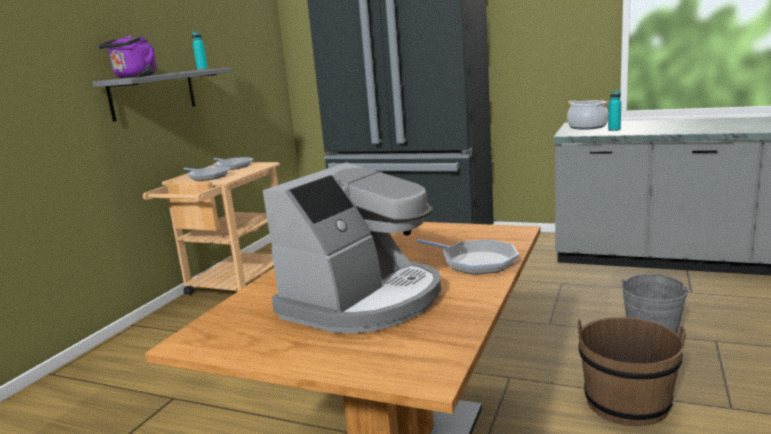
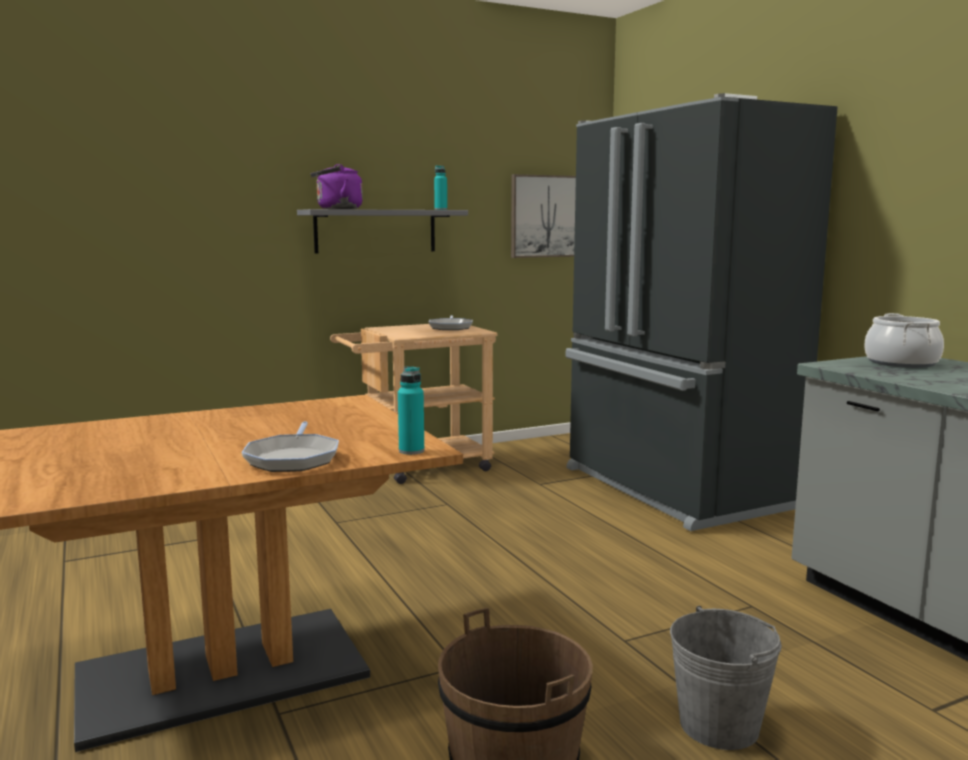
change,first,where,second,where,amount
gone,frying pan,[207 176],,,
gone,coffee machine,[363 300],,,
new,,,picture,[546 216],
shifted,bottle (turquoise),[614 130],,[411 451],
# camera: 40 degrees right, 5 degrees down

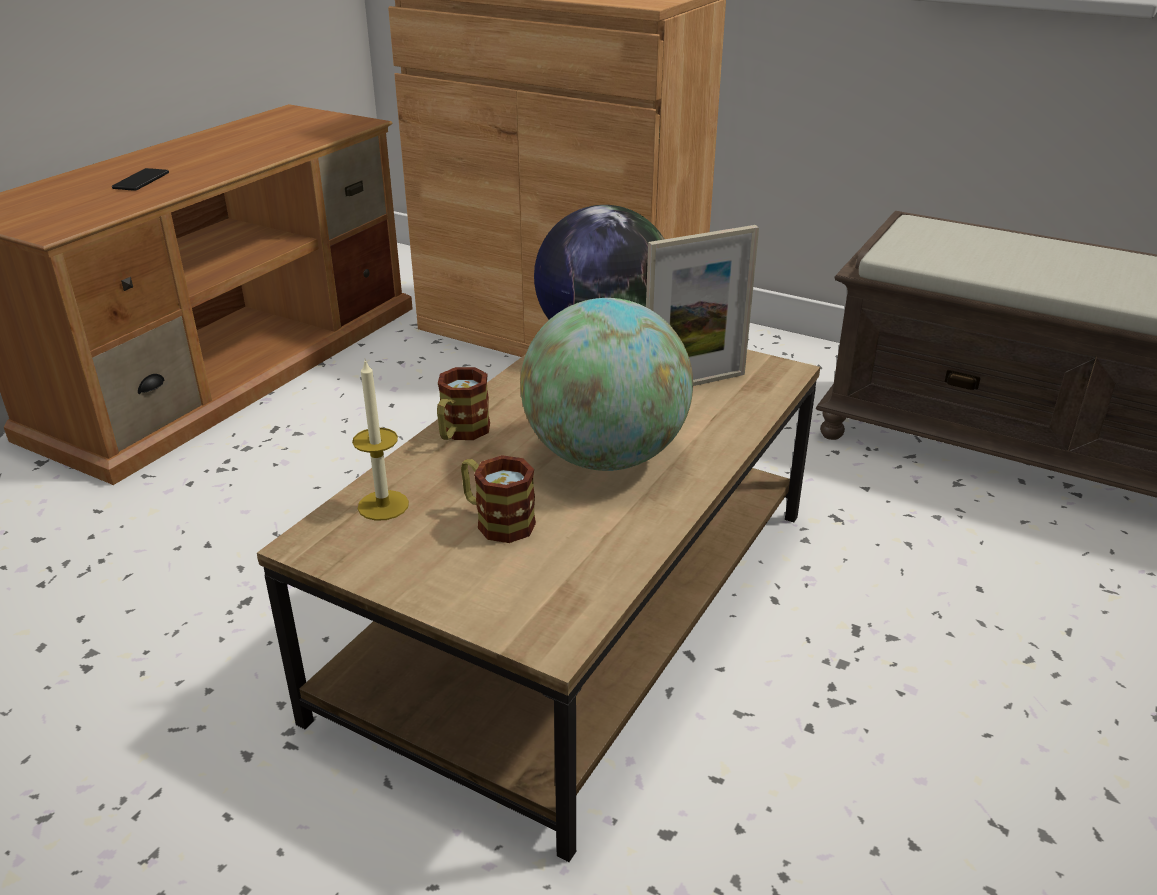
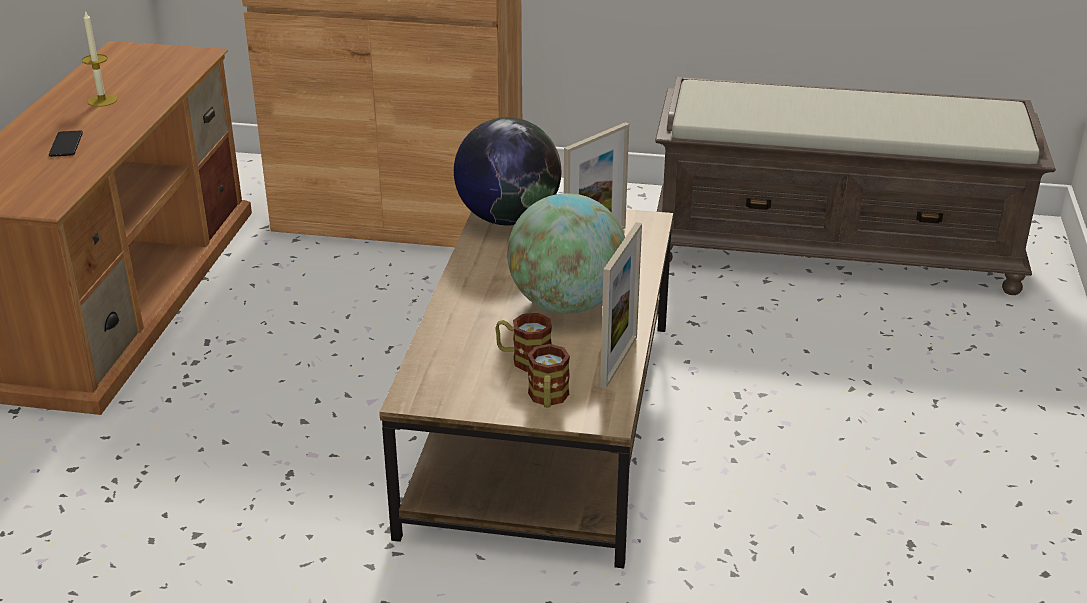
change,first,where,second,where,amount
new,,,picture frame,[619 361],
shifted,candle,[383 505],,[102 100],
shifted,mug,[460 433],,[548 399],
# camera: 20 degrees left, 0 degrees up

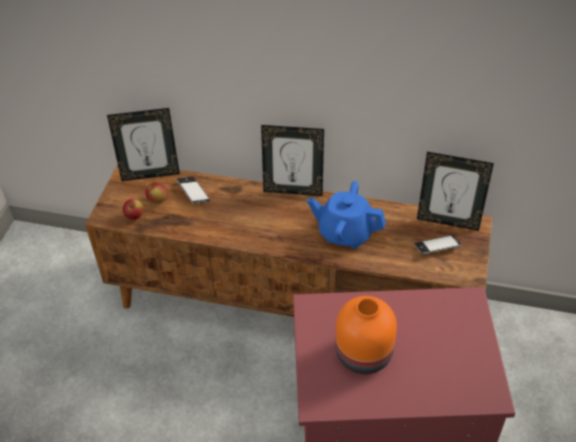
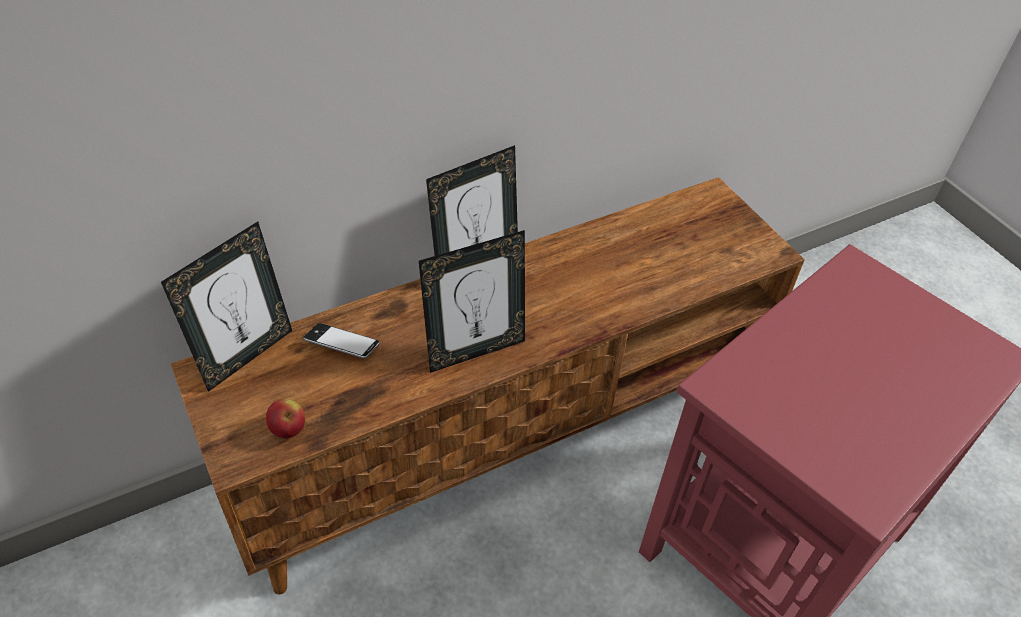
change,first,where,second,where,amount
gone,apple,[158 200],,,
gone,teapot (blue),[345 233],,,
gone,vase (orange),[364 356],,,
gone,phone,[437 247],,,
shifted,picture frame,[448 221],,[475 350],
# camera: 45 degrees left, 0 degrees up

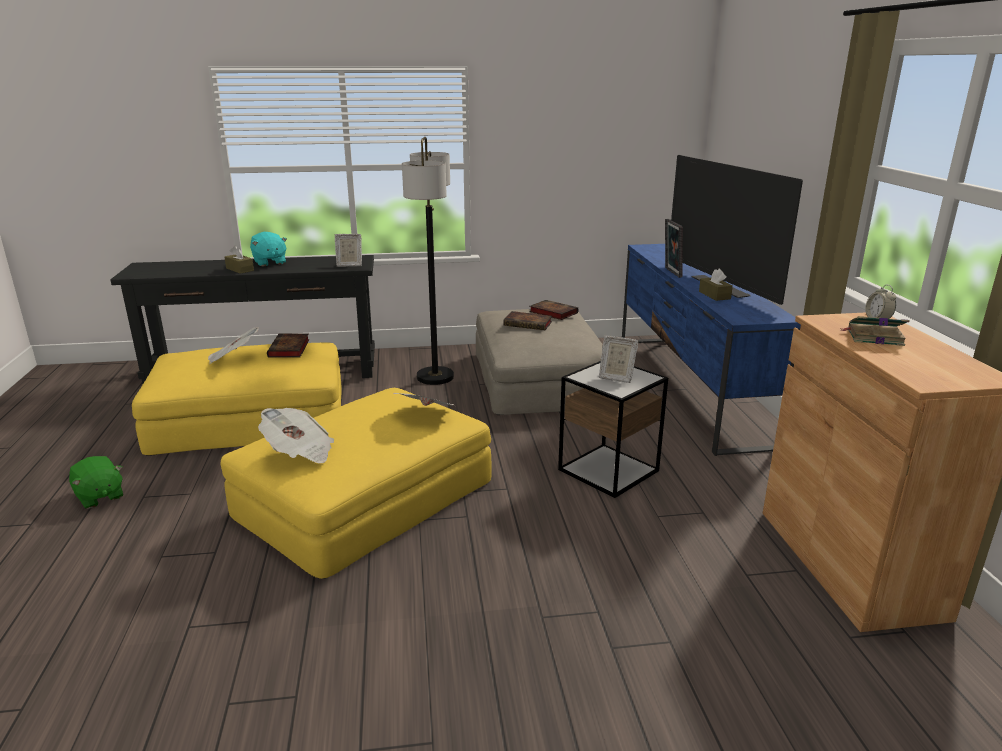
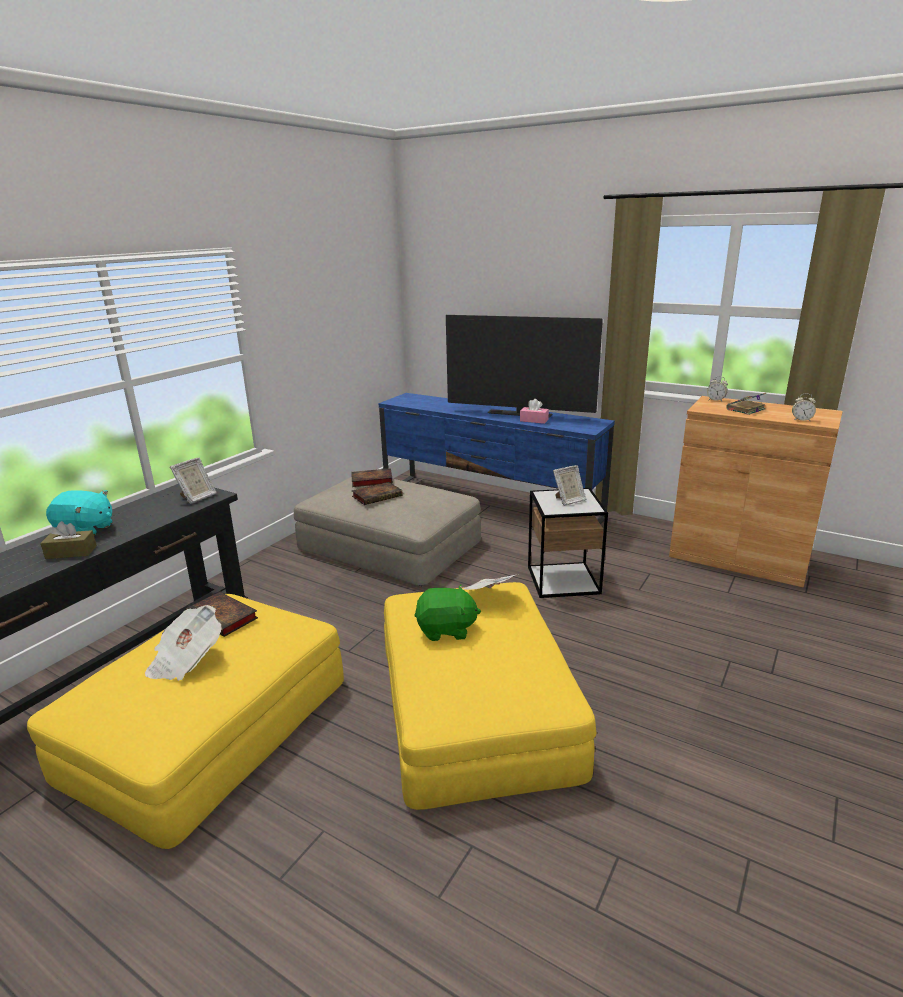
change,first,where,second,where,amount
gone,newspaper,[299 452],,,
gone,floor lamp,[435 377],,,
gone,picture frame,[671 272],,,
new,,,alarm clock,[801 420],
shifted,plush toy (green),[99 497],,[446 630],
repainted,tissue box (brown),[714 295],tissue box (pink),[534 420],
# camera: 50 degrees left, 0 degrees up

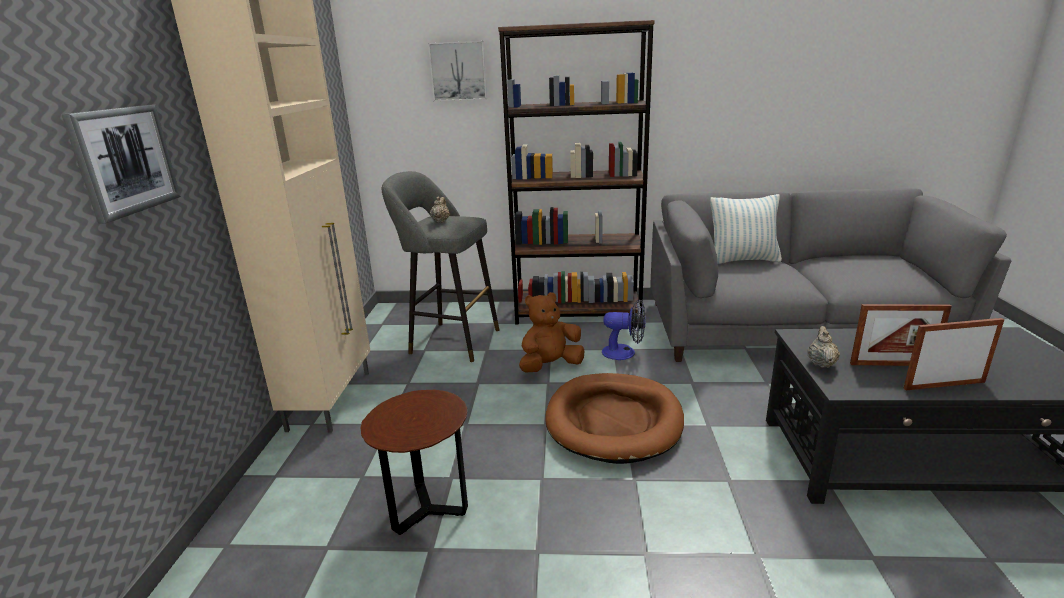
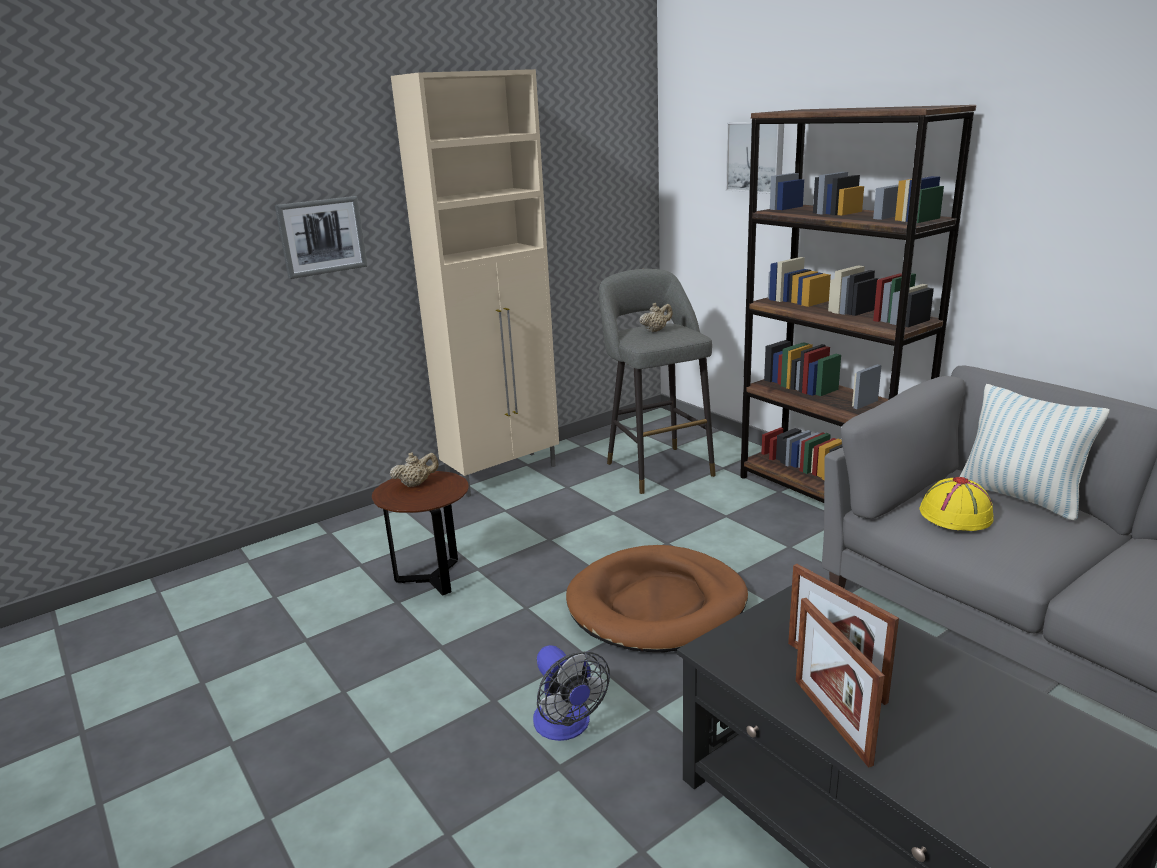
change,first,where,second,where,amount
gone,plush toy (brown),[550 366],,,
new,,,hat (yellow),[956 515],
shifted,fan,[624 353],,[566 726],
shifted,teapot (beige),[821 363],,[416 484],
rotated,picture frame,[944 385],,[831 720],150 degrees counterclockwise
# camera: 50 degrees right, 0 degrees up

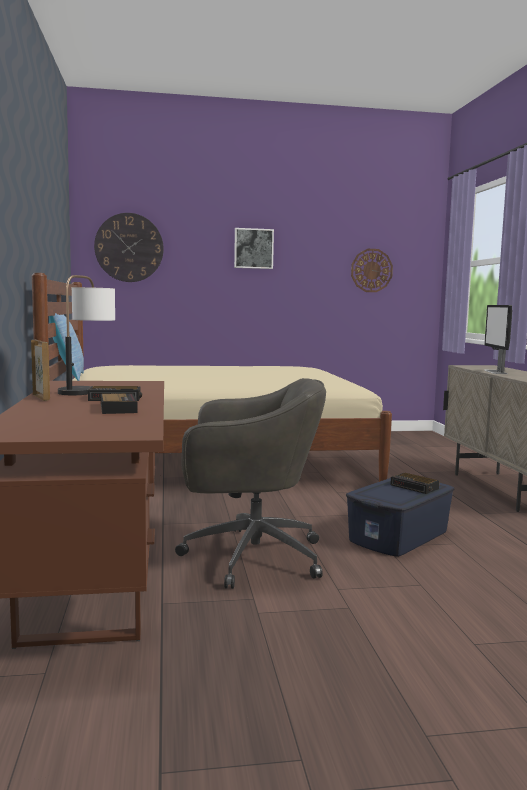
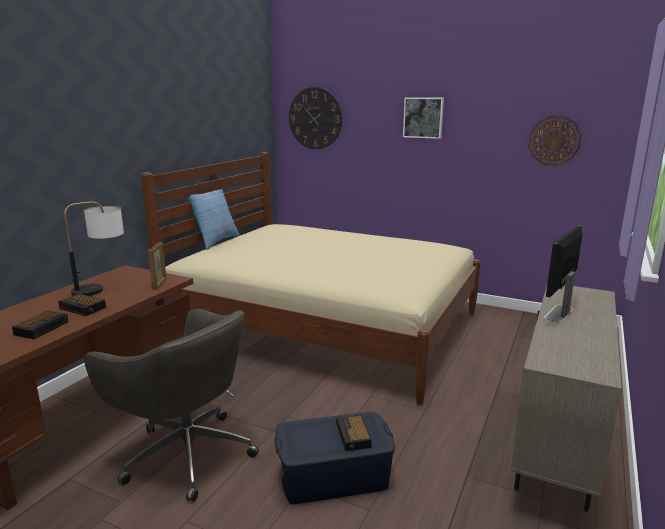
change,first,where,second,where,amount
shifted,picture frame,[41 397],,[159 284],
# camera: 35 degrees right, 10 degrees up

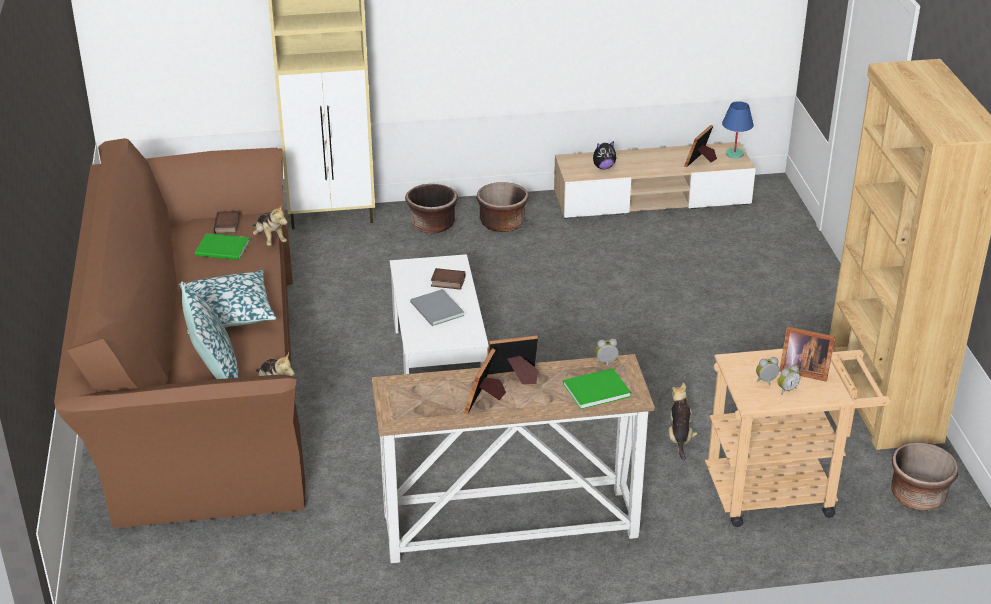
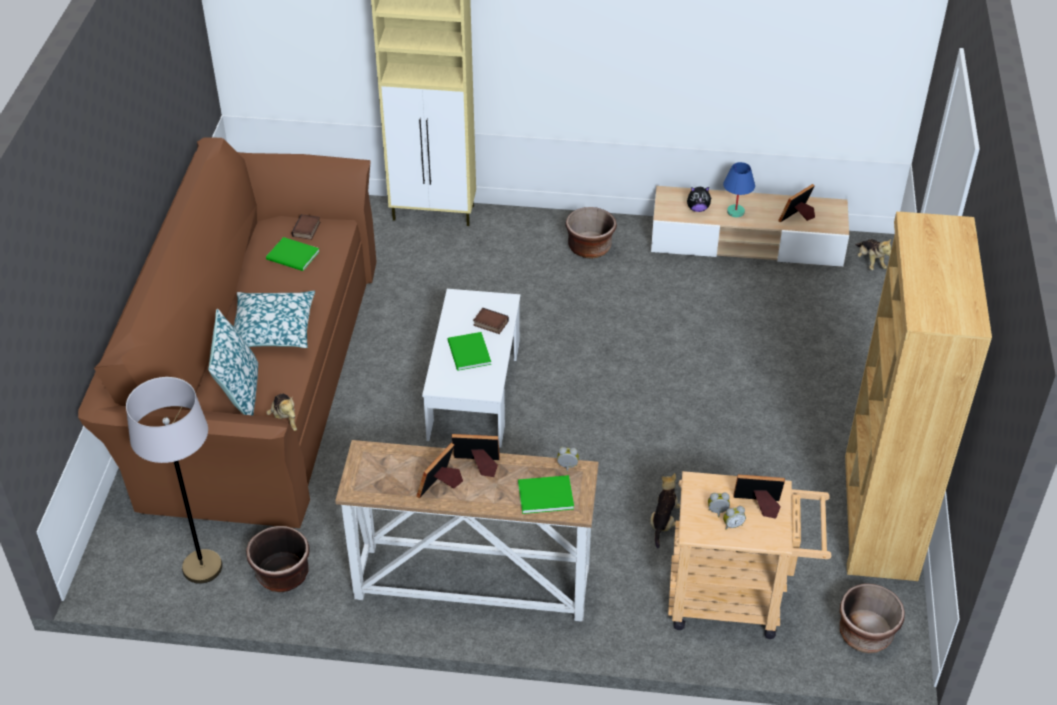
change,first,where,second,where,amount
new,,,floor lamp (grey),[202 567],
shifted,plush toy,[270 239],,[870 262],
shifted,planter (brown),[432 225],,[282 574],
shifted,table lamp (blue),[734 154],,[735 211],
repainted,book (grey),[436 310],book (green),[468 353],
rotated,picture frame,[802 370],,[758 505],150 degrees clockwise
# camera: 15 degrees right, 10 degrees up

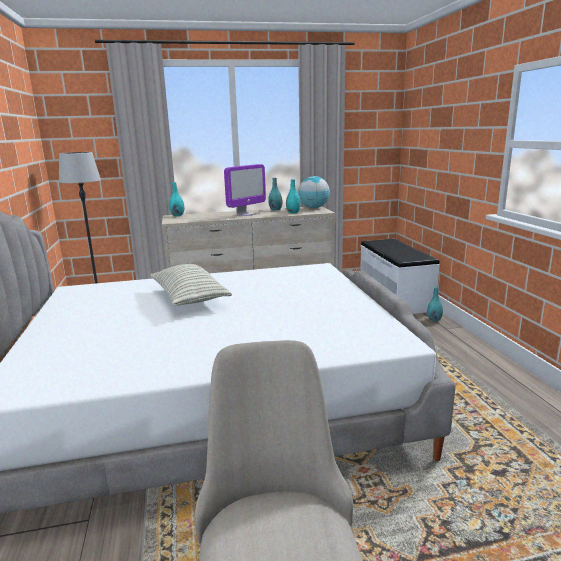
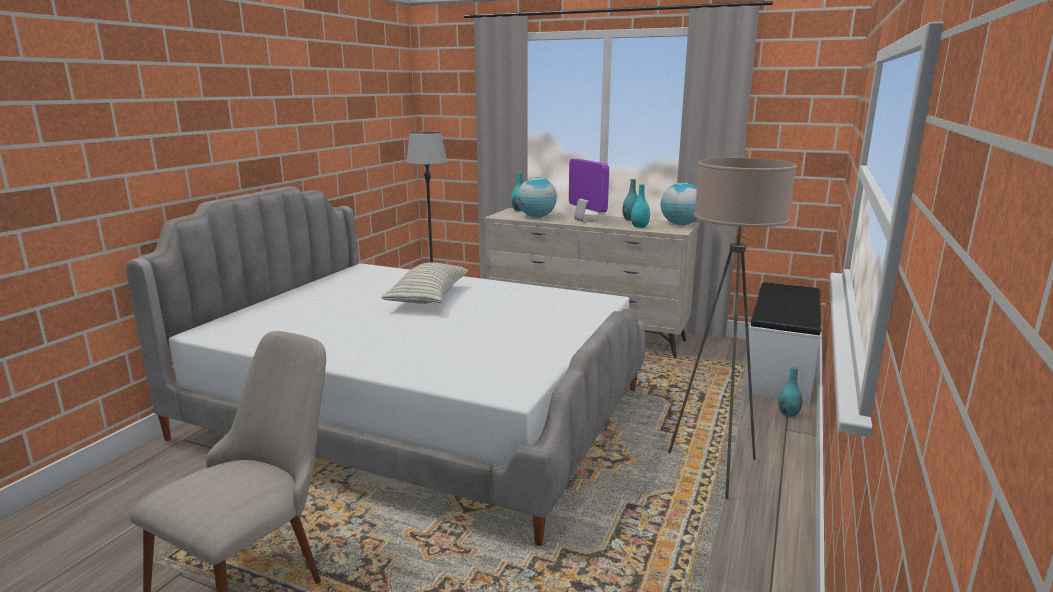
change,first,where,second,where,amount
new,,,globe,[536 217],
new,,,floor lamp (beige),[715 469],
rotated,monitor,[246 214],,[585 220],105 degrees counterclockwise
# camera: 35 degrees right, 0 degrees up

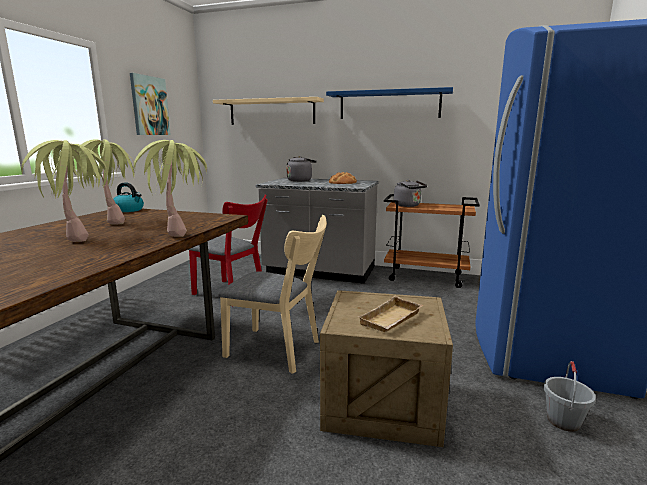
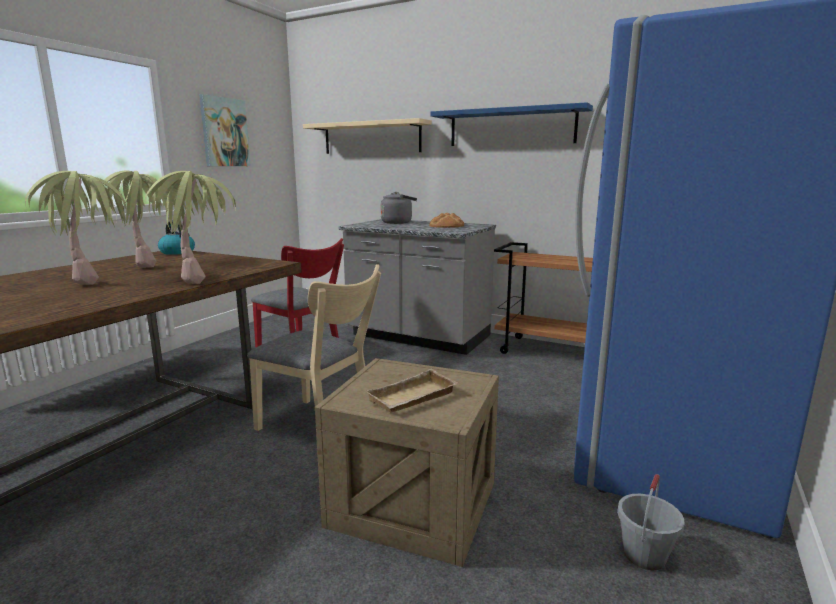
change,first,where,second,where,amount
gone,kettle (grey),[408 205],,,
# camera: 10 degrees right, 0 degrees up

